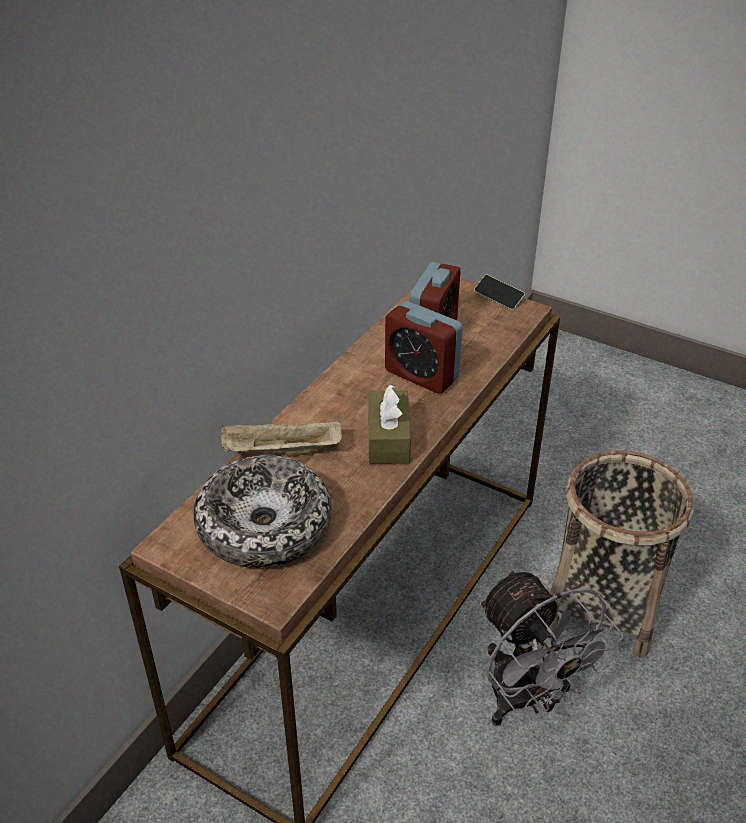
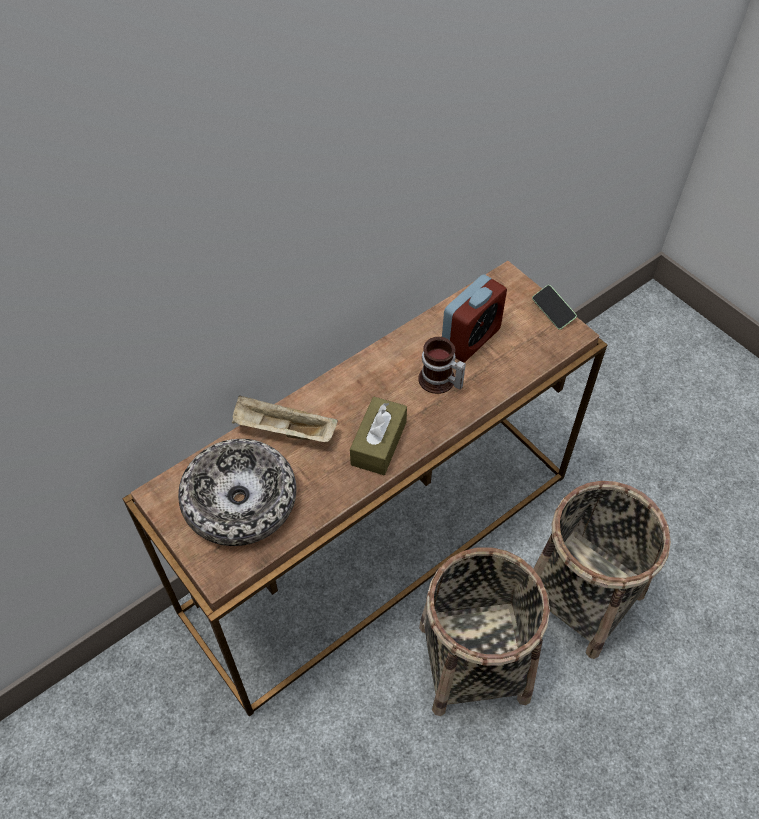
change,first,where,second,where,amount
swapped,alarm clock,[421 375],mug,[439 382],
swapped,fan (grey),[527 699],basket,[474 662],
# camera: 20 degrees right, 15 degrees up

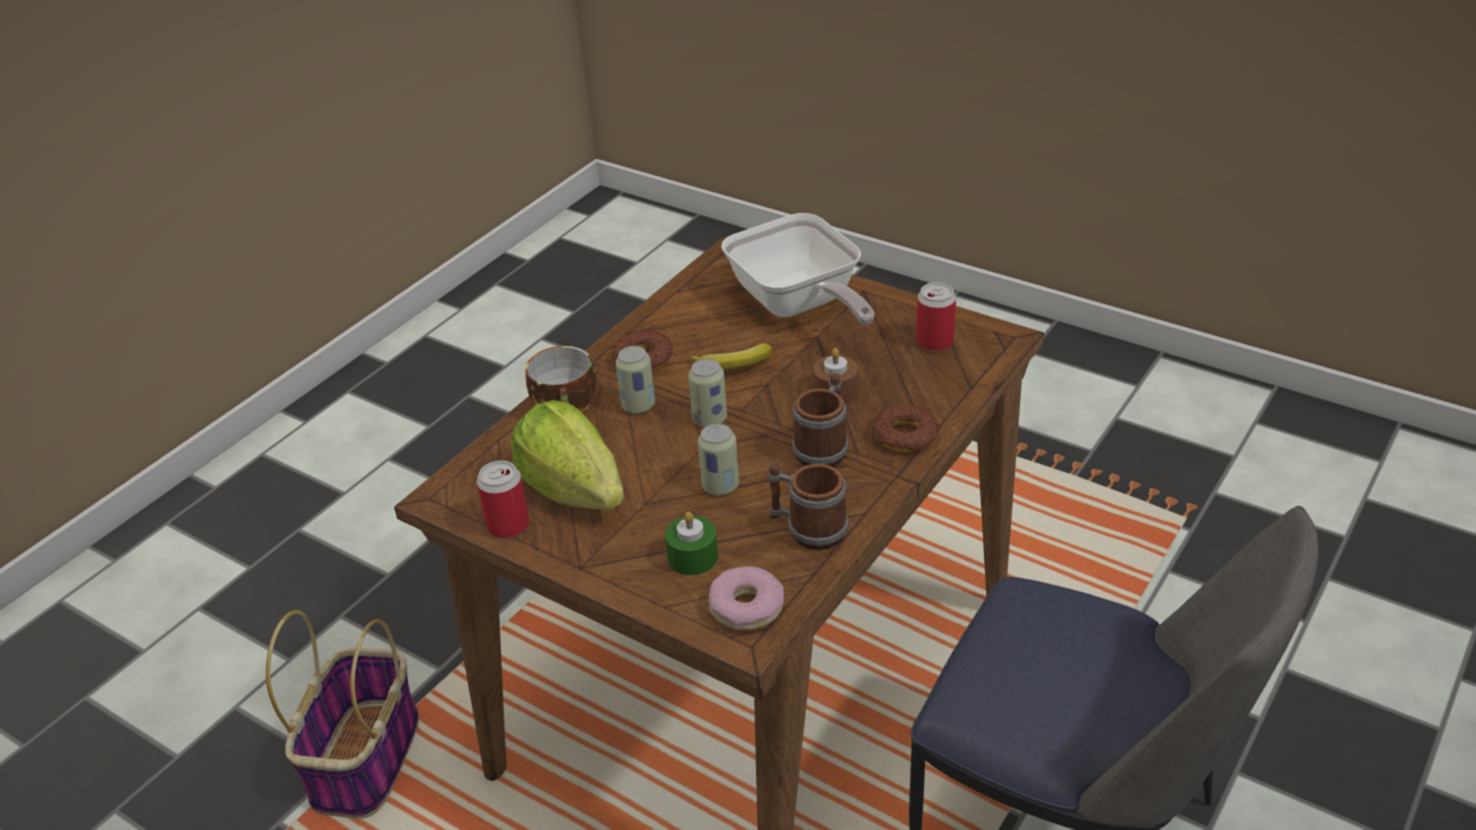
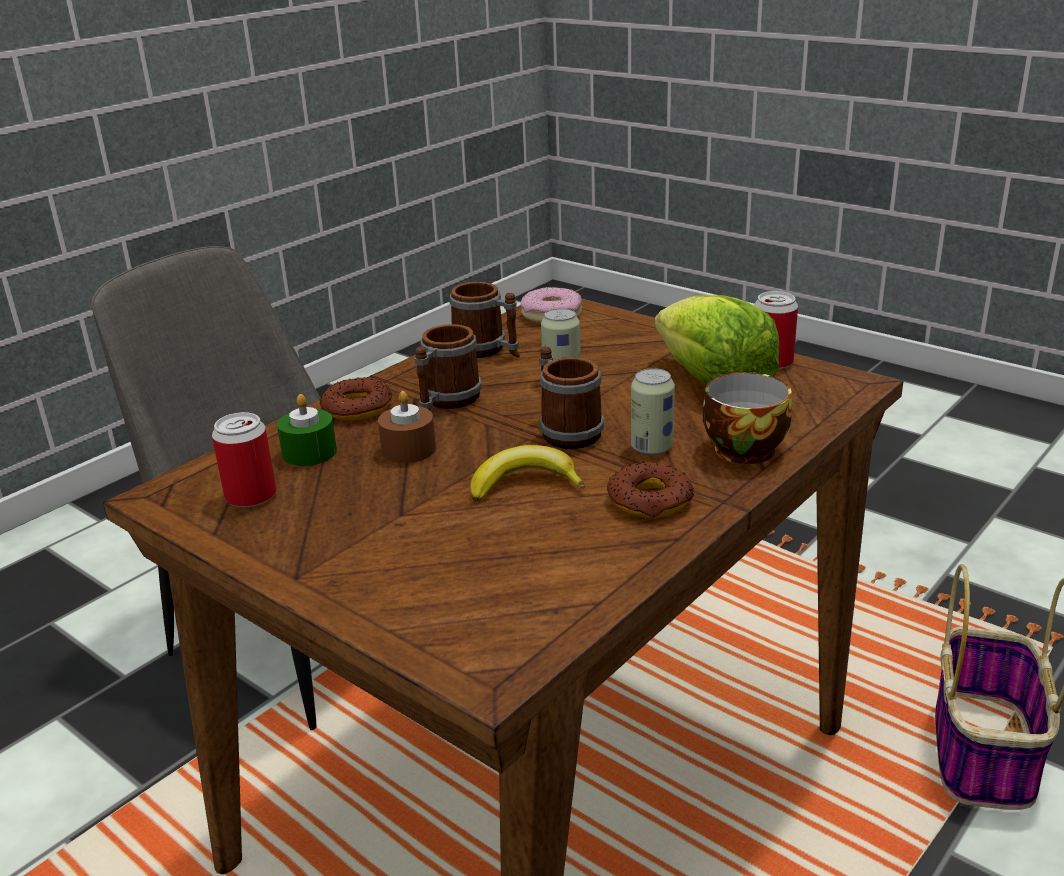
change,first,where,second,where,amount
gone,frying pan,[799 305],,,
shifted,candle (green),[693 557],,[309 452],
swapped,can,[710 419],mug,[565 431],
# camera: 175 degrees left, 10 degrees down

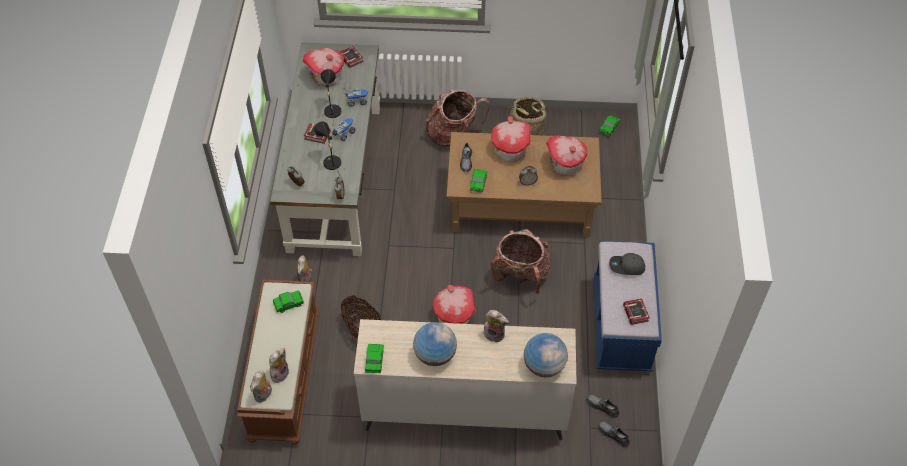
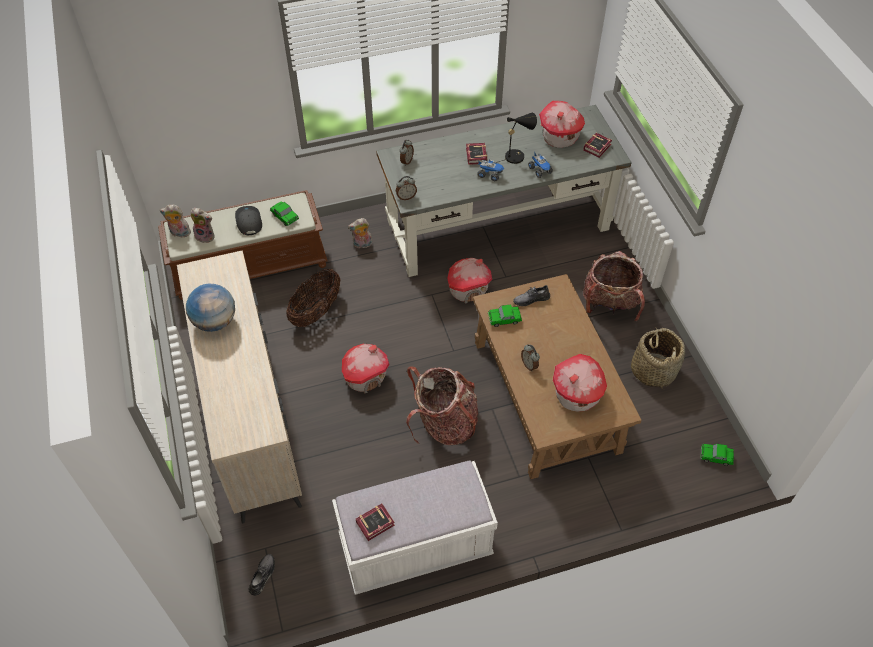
change,first,where,second,where,amount
gone,table lamp (black),[330 161],,,
gone,toy car,[374 361],,,
gone,plush toy,[495 334],,,
gone,globe,[544 365],,,
gone,shoe (grey),[602 407],,,
shifted,toy house,[510 150],,[468 290],
shifted,cap (grey),[626 267],,[248 222],
repainted,bench (blue),[621 325],bench (white),[415 547],
# camera: 70 degrees right, 0 degrees up

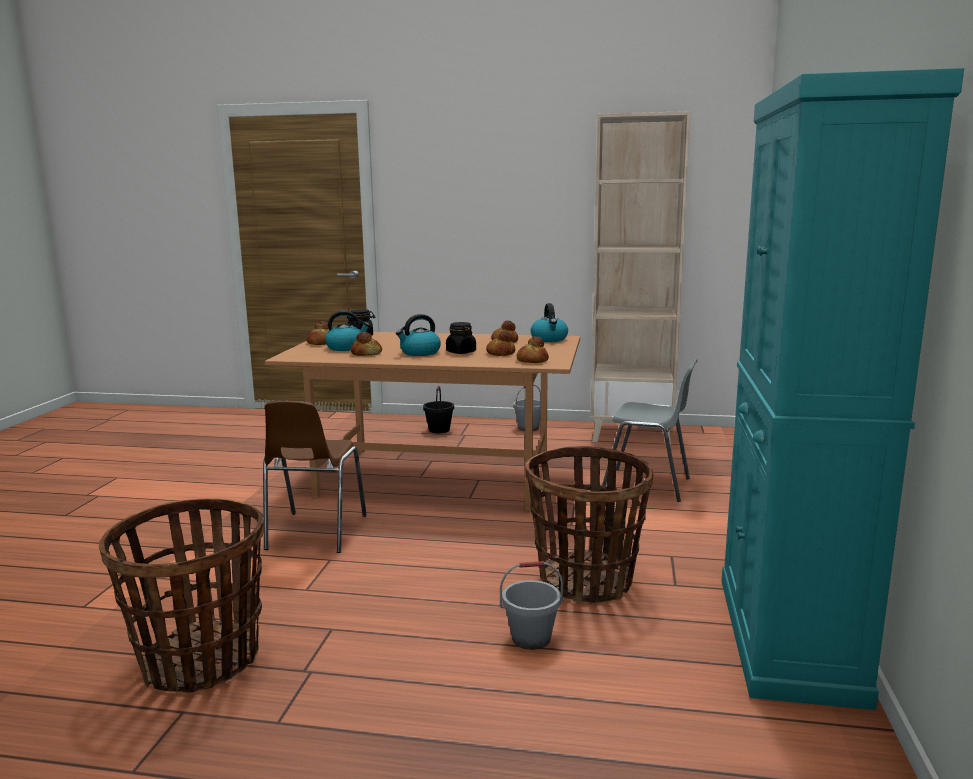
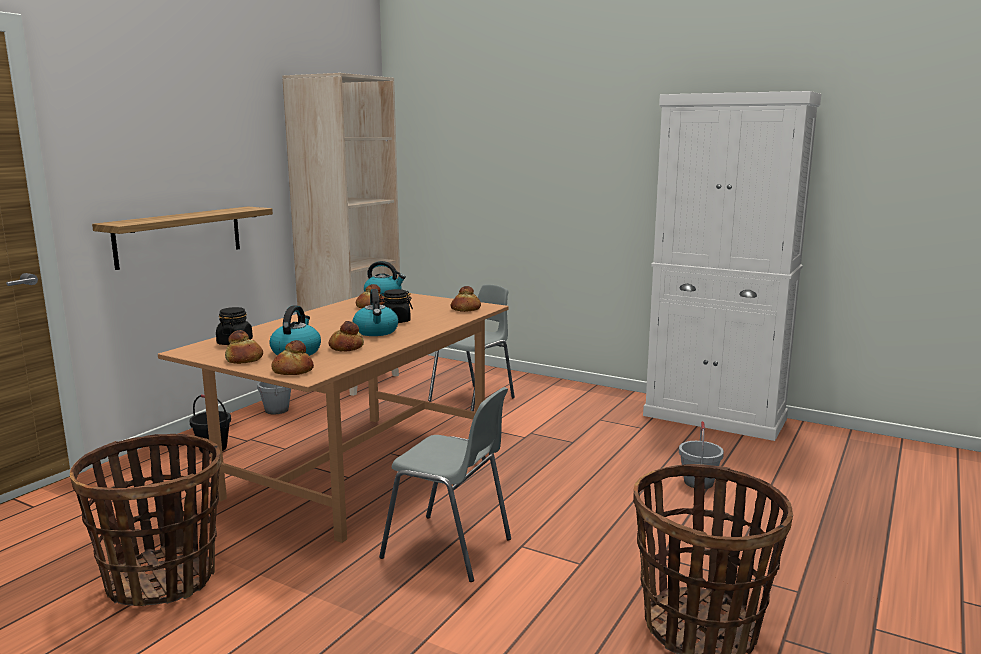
change,first,where,second,where,amount
new,,,shelf,[179 236],
shifted,bread,[500 353],,[292 371],
shifted,basket,[586 580],,[162 580],
repainted,chair (brown),[314 533],chair (grey),[450 549],
repainted,cabinet (turquoise),[787 637],cabinet (white),[715 417],
# camera: 70 degrees left, 0 degrees up

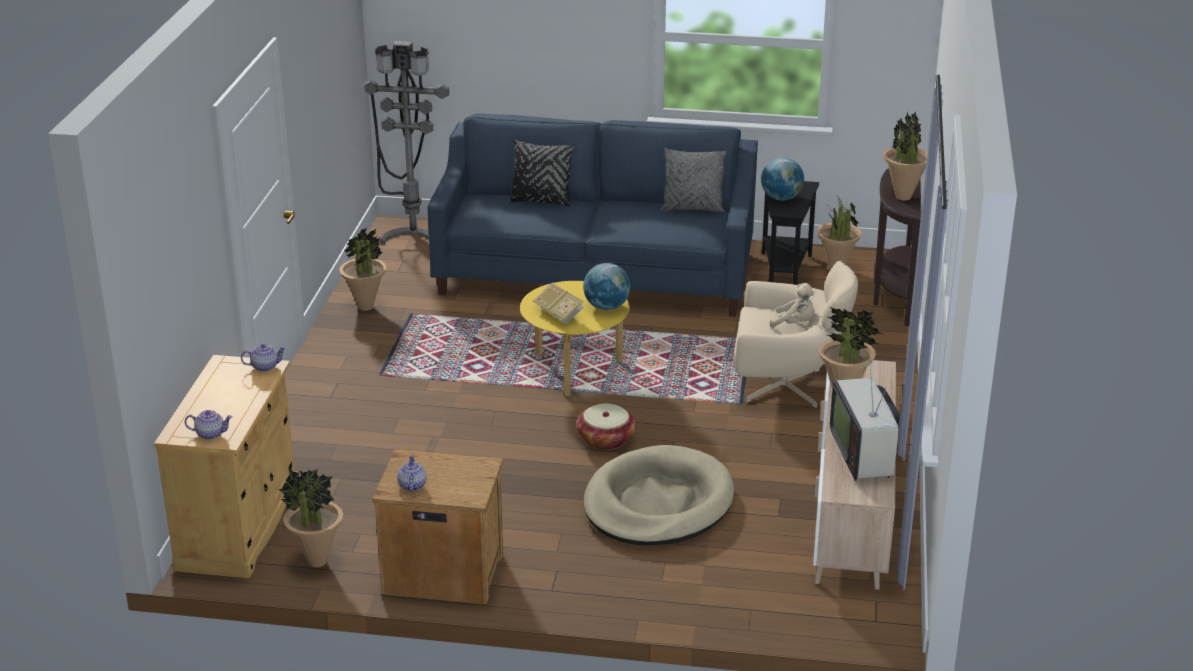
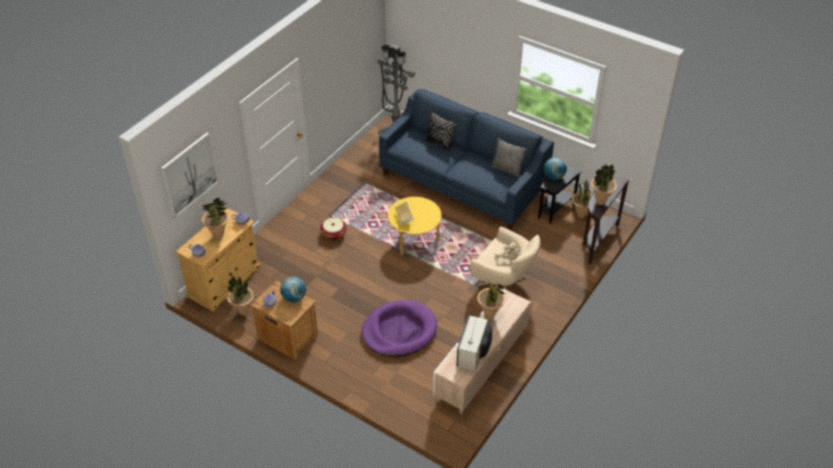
change,first,where,second,where,amount
new,,,picture,[189 174],
shifted,potted plant,[365 307],,[219 236],
shifted,basket,[606 439],,[333 234],
shifted,globe,[606 307],,[294 298],
repainted,dog bed (beige),[658 503],dog bed (purple),[399 331],
# camera: 25 degrees right, 15 degrees up

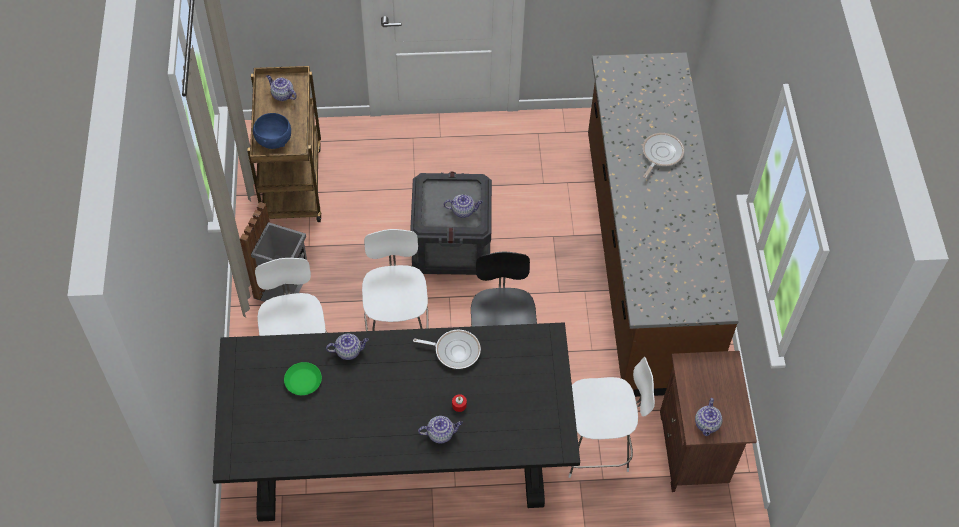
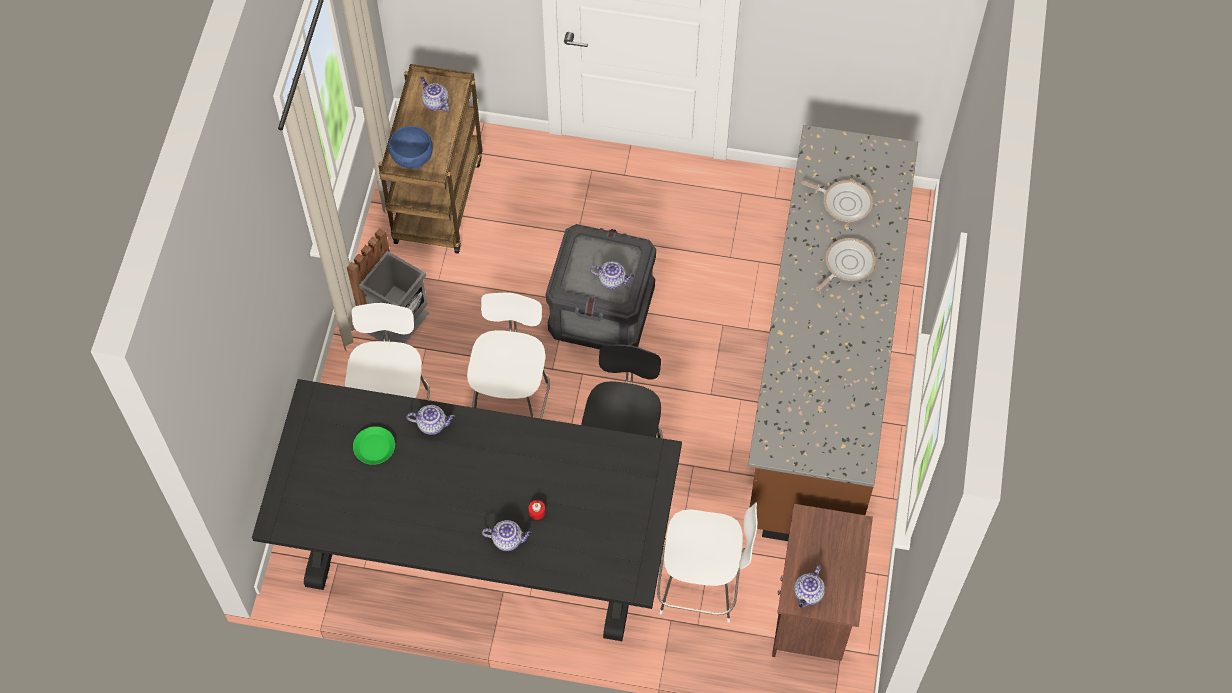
change,first,where,second,where,amount
shifted,frying pan,[454 350],,[844 202],
# camera: 15 degrees right, 5 degrees up

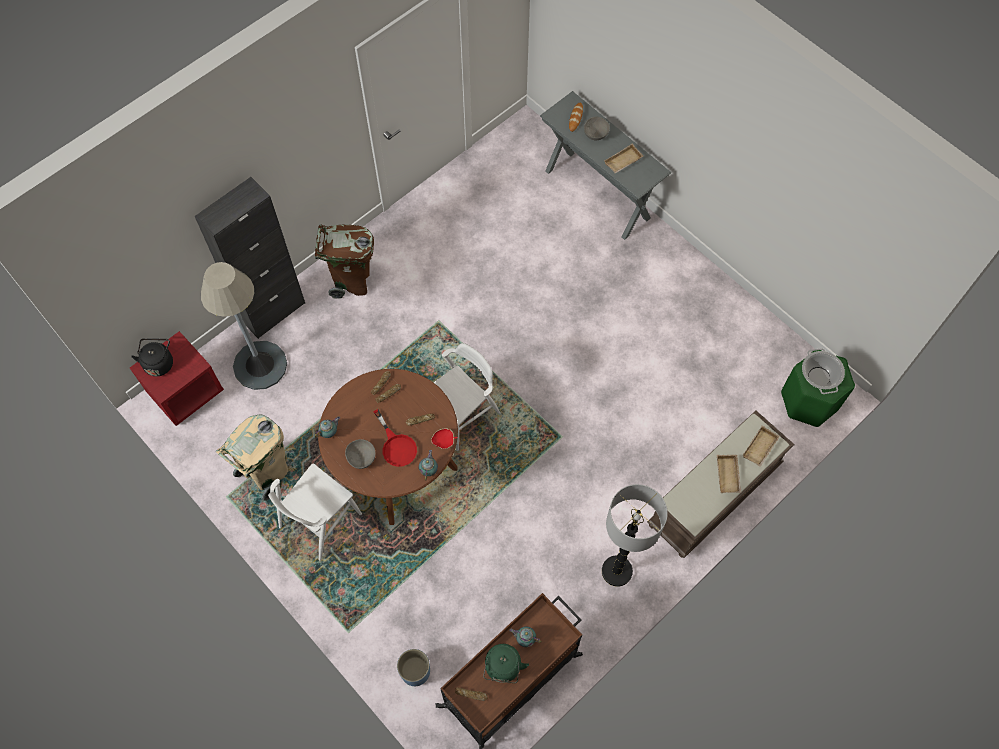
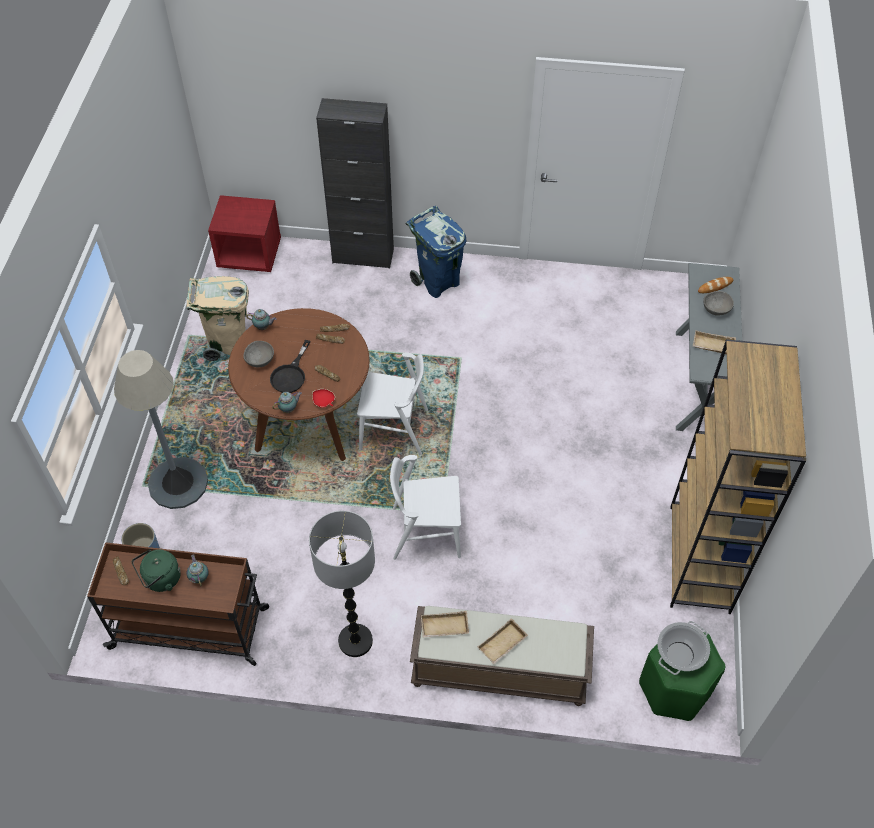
change,first,where,second,where,amount
gone,kettle (black),[159 362],,,
new,,,bookcase (brown),[700 559],
shifted,floor lamp (grey),[260 365],,[178 483],
shifted,chair (white),[319 520],,[425 532],
shifted,tray (beige),[760 449],,[444 628],
repainted,trash can (brown),[352 281],trash can (blue),[438 282],
repainted,frying pan (red),[396 446],frying pan (black),[290 375],
# camera: 50 degrees right, 10 degrees down

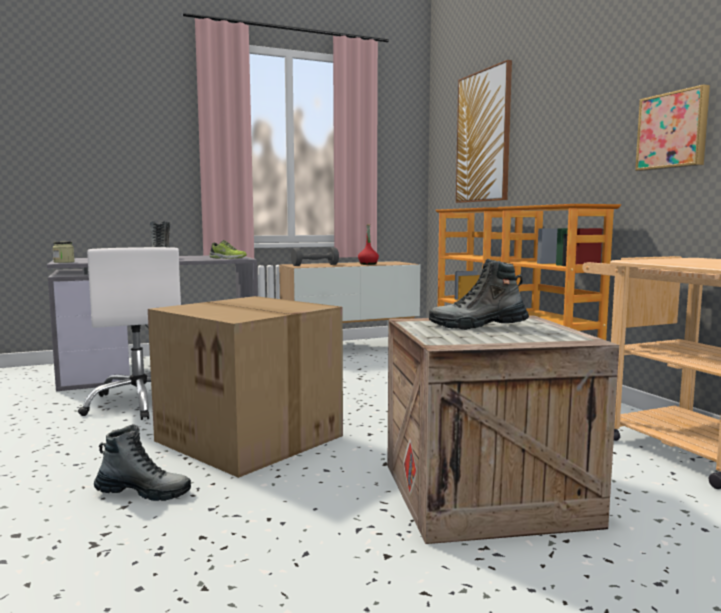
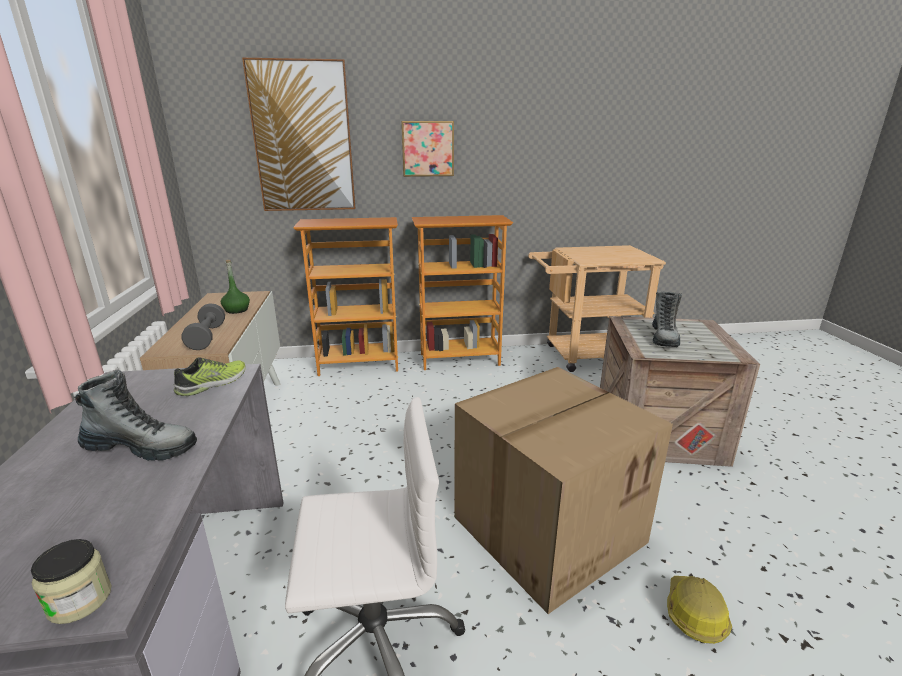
change,first,where,second,where,amount
shifted,picture,[673 130],,[427 149],
swapped,boot,[143 493],hard hat,[694 614],
repainted,bottle (red),[368 264],bottle (green),[237 310],
# camera: 75 degrees left, 15 degrees up

